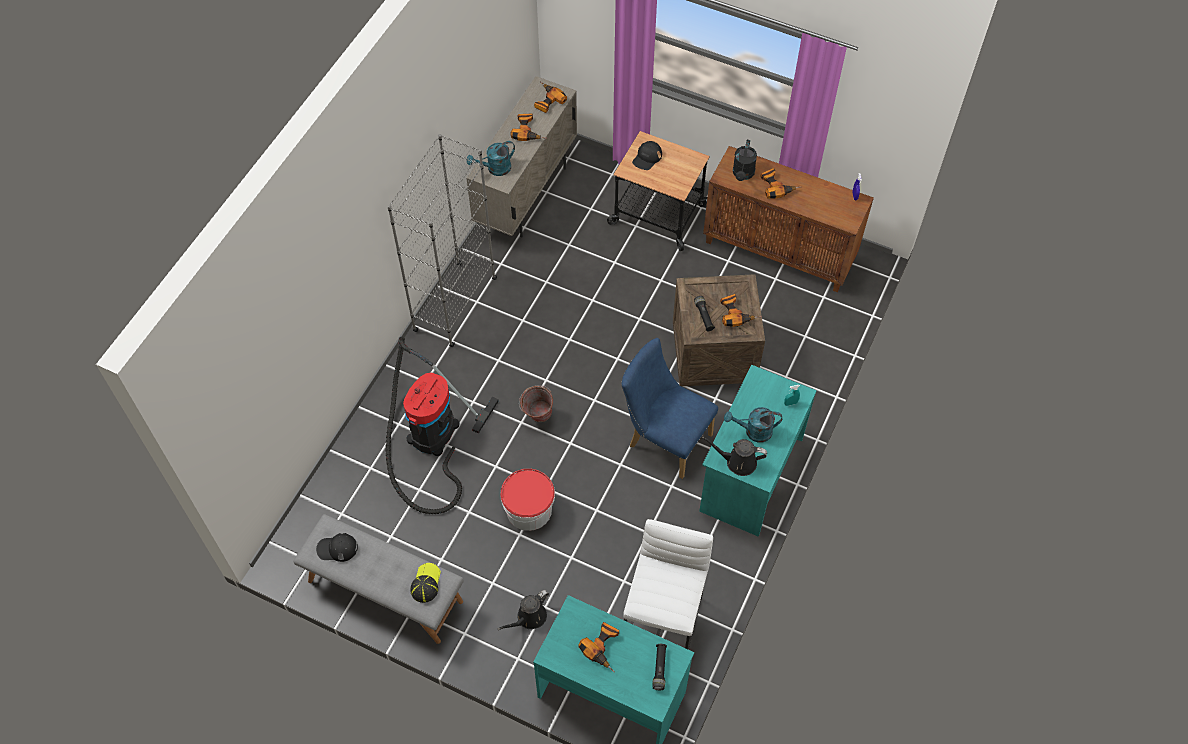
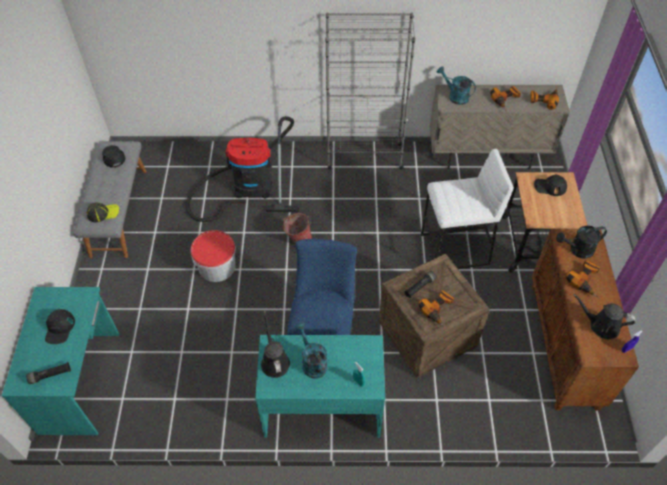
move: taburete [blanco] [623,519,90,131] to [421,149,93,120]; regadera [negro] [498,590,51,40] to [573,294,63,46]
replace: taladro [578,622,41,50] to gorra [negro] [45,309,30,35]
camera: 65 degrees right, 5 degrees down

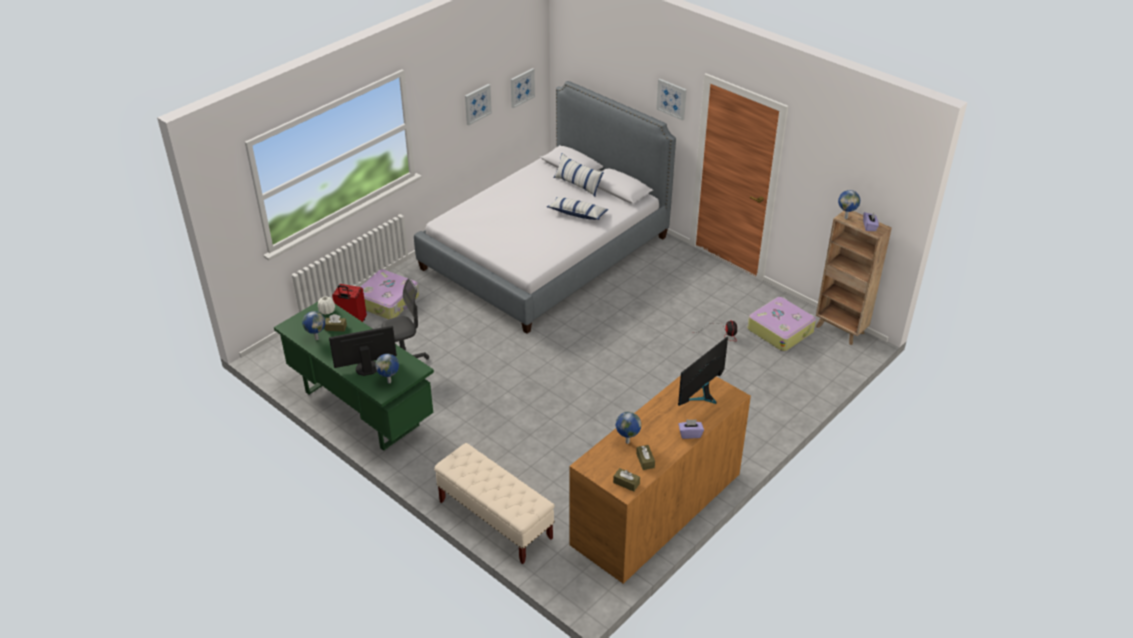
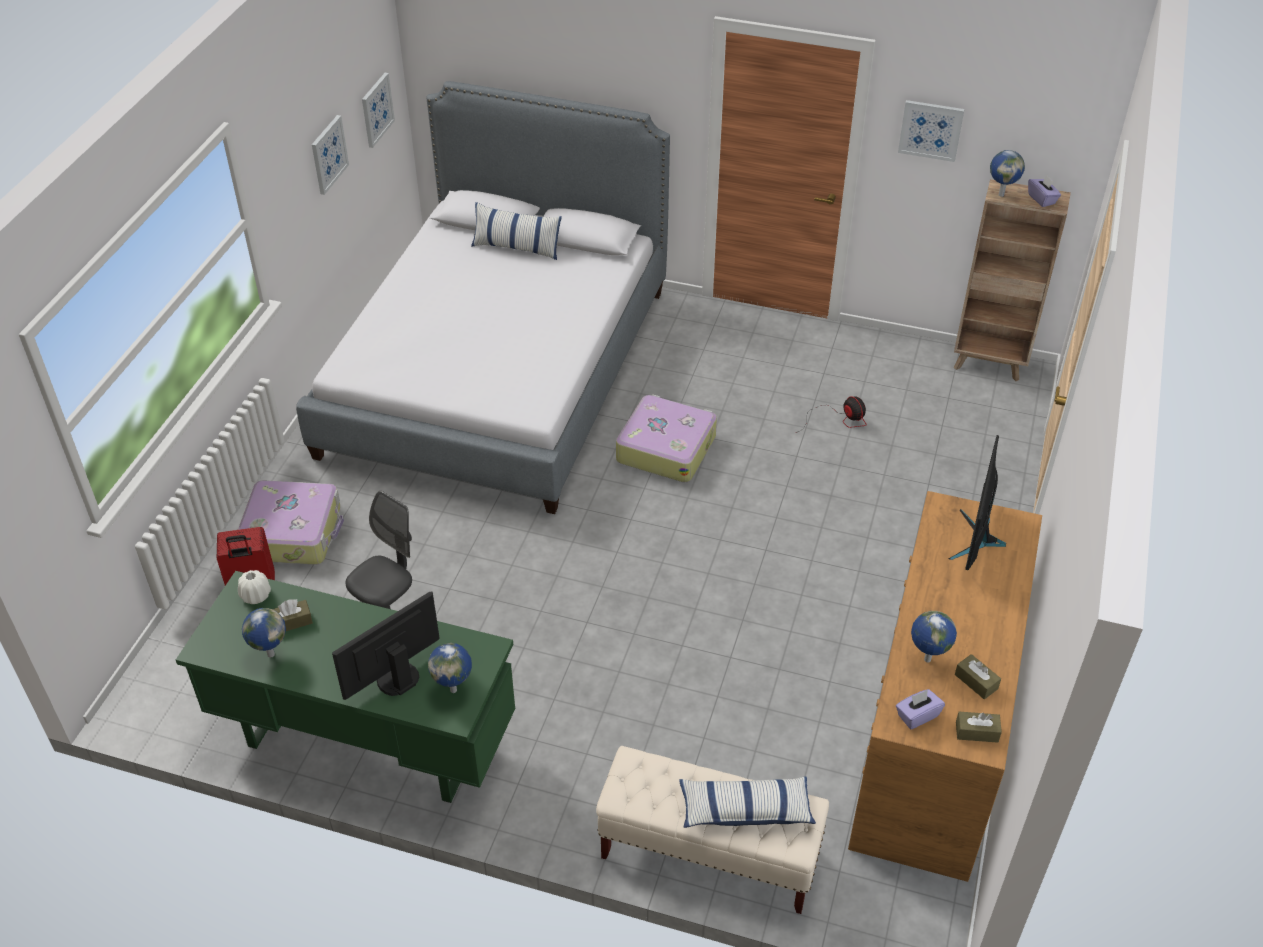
move: maleta [748,297,68,54] to [616,394,101,88]; cojín [547,197,61,23] to [679,777,137,51]; caja de pañuelos [morado] [678,419,26,20] to [896,689,49,40]; cuadro [656,79,31,42] to [898,100,66,62]
camera: 25 degrees left, 5 degrees up

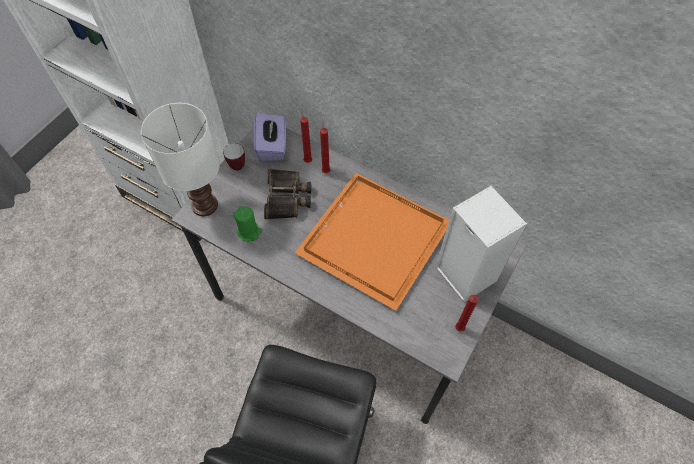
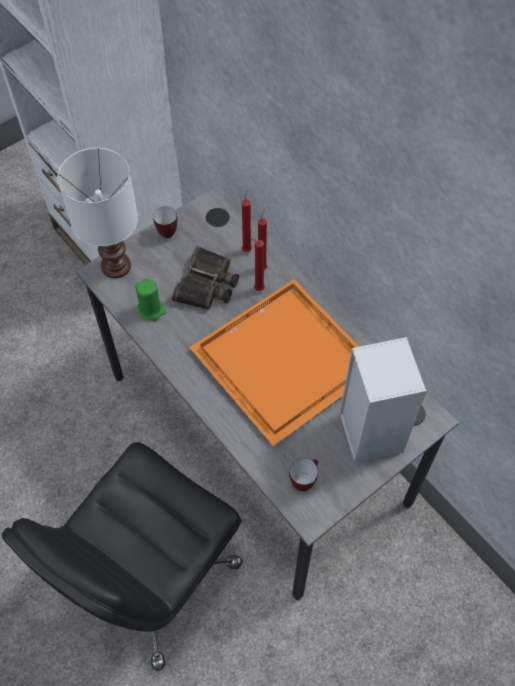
delete: caja de pañuelos [morado] [253,113,33,48]
insert: taza grande [289,458,29,33]
move: vela [rojo] [455,295,23,37] to [250,238,15,53]
camera: 20 degrees right, 0 degrees up

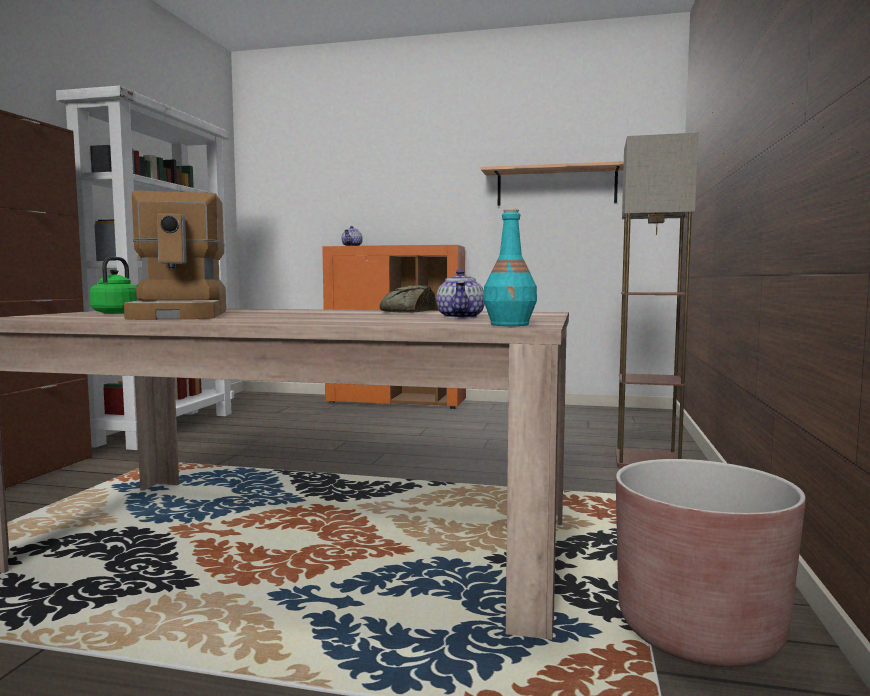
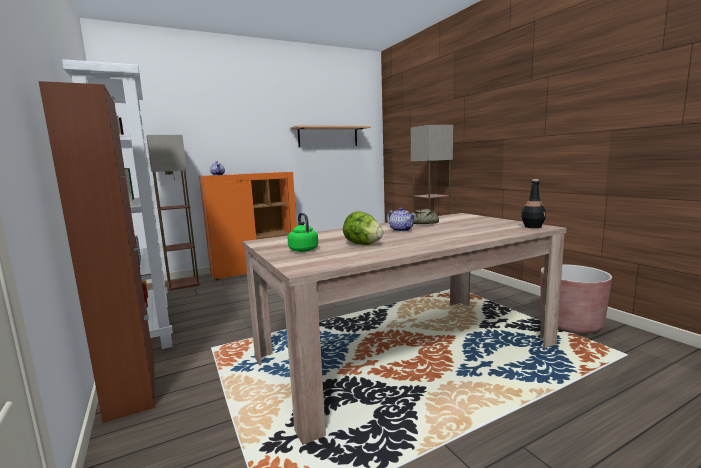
insert: lámpara de pie [146,135,54,156]
move: tetera [436,270,48,48] to [387,207,29,25]
replace: cafetera [124,191,102,129] to lechuga [343,211,40,34]
recolor: botella [turquesa] [483,208,54,118] to botella [negro] [521,179,25,49]
camera: 40 degrees left, 5 degrees up

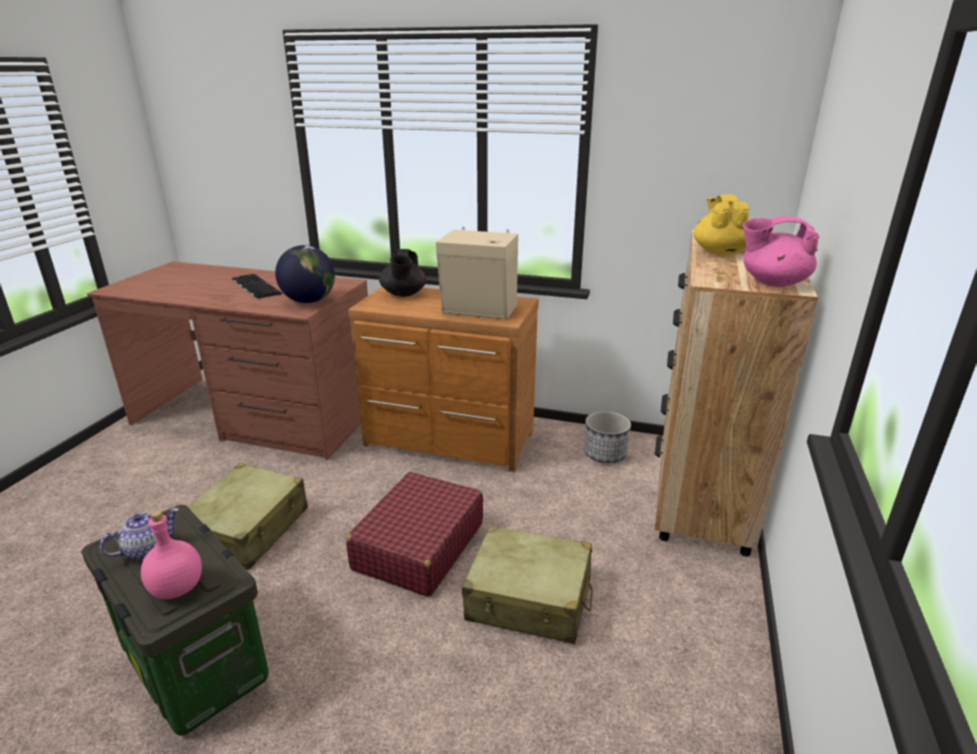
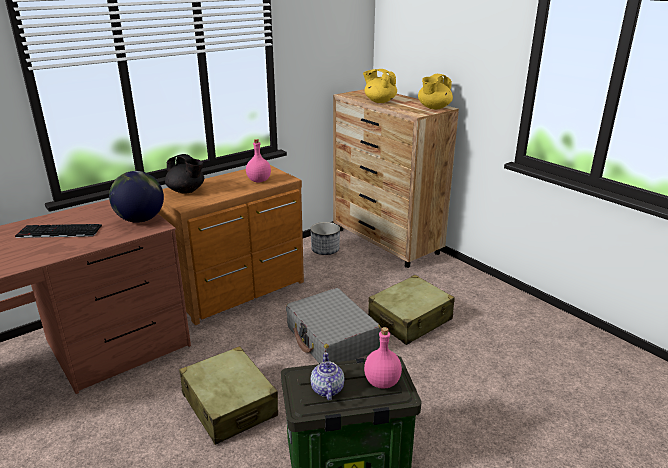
replace: altavoz [beis] [436,227,82,92] to botella [rosa] [246,139,25,43]
recolor: maleta [rojo] [346,472,137,125] to maleta [gris] [286,288,95,75]; tetera [rosa] [743,216,76,71] to tetera [amarillo] [418,74,35,35]
camera: 55 degrees left, 0 degrees up

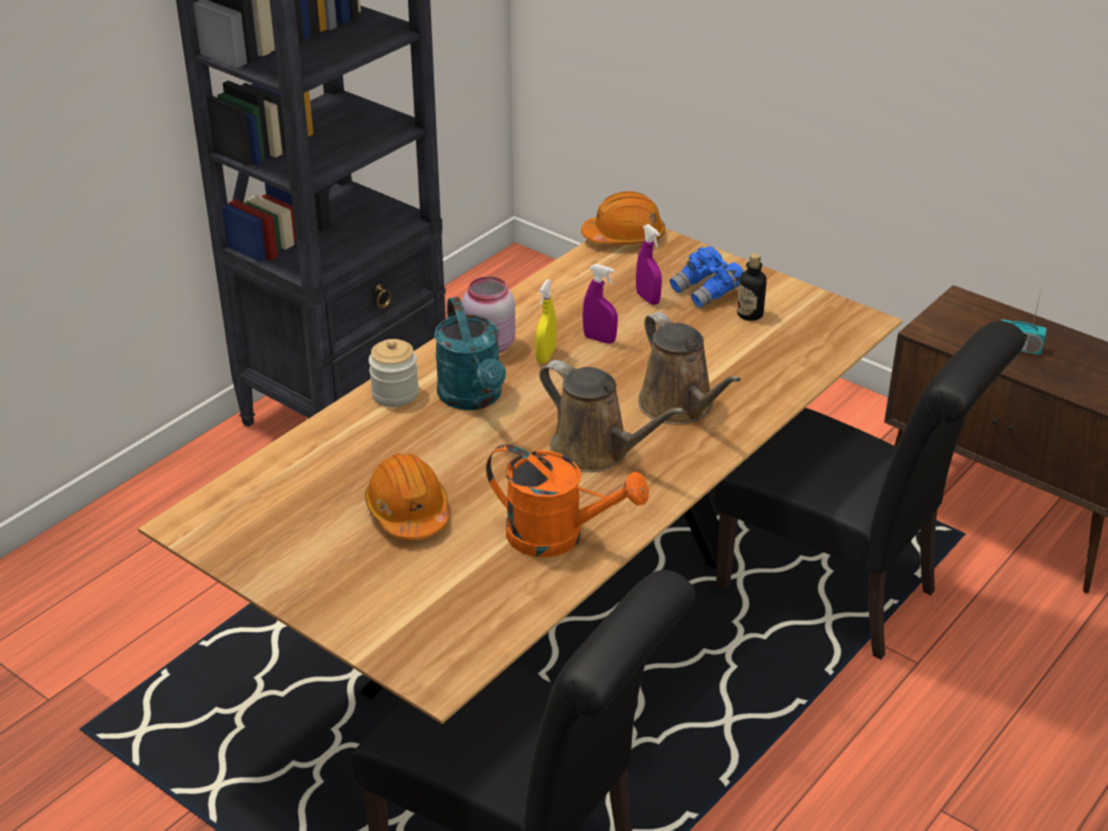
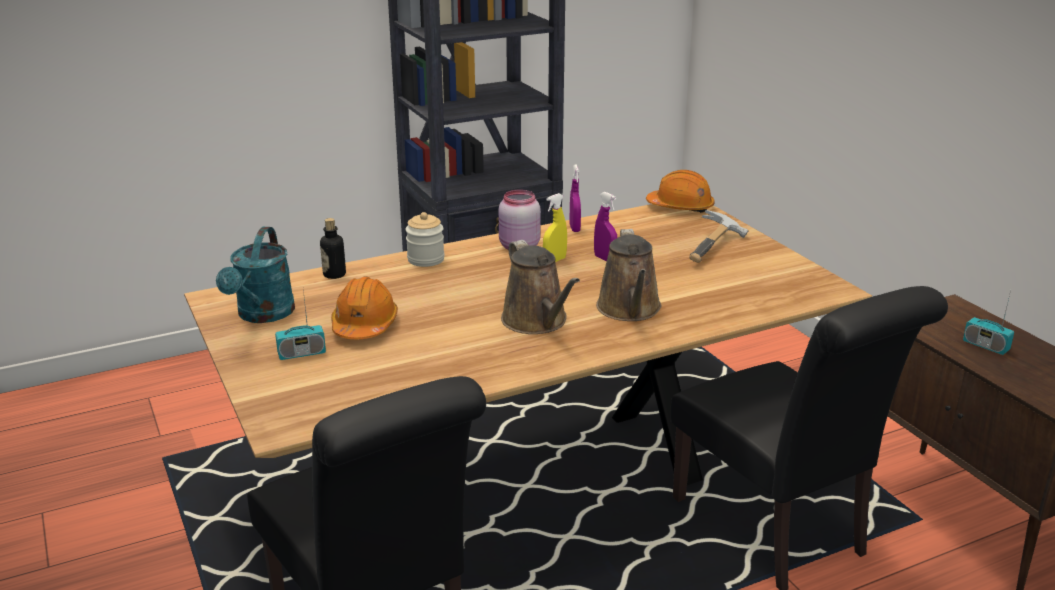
delete: regadera [naranja] [486,444,163,113]
insert: radio [275,290,51,70]
move: regadera [turquesa] [434,297,72,113] to [216,227,79,96]; botella [737,253,30,68] to [320,218,26,61]; pulverizador [morado] [636,224,26,81] to [569,165,12,67]
replace: prismáticos [azul] [670,246,73,62] to martillo [689,210,59,53]
camera: 25 degrees right, 10 degrees down

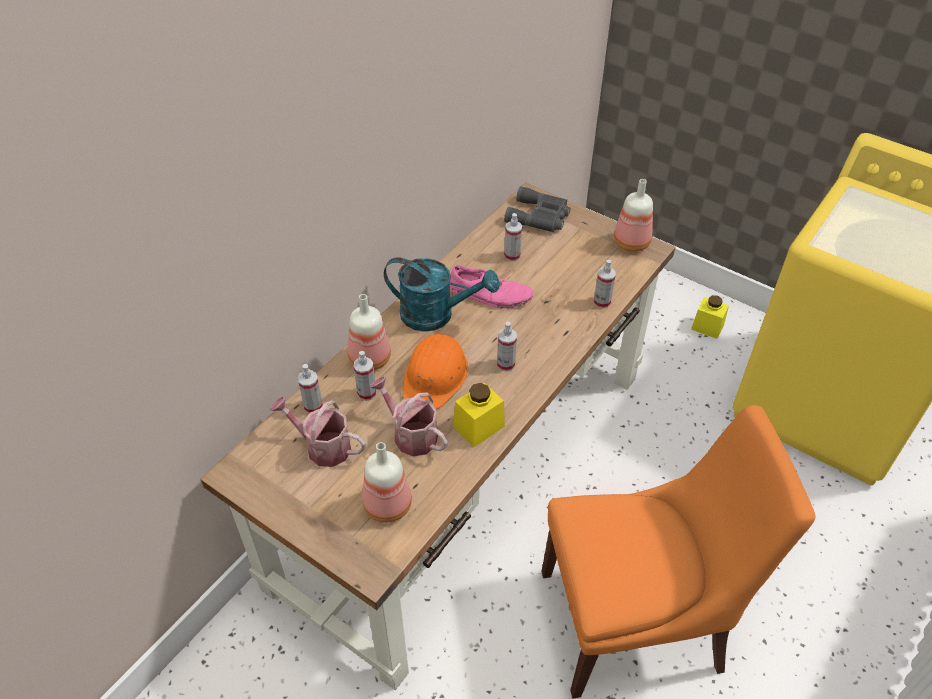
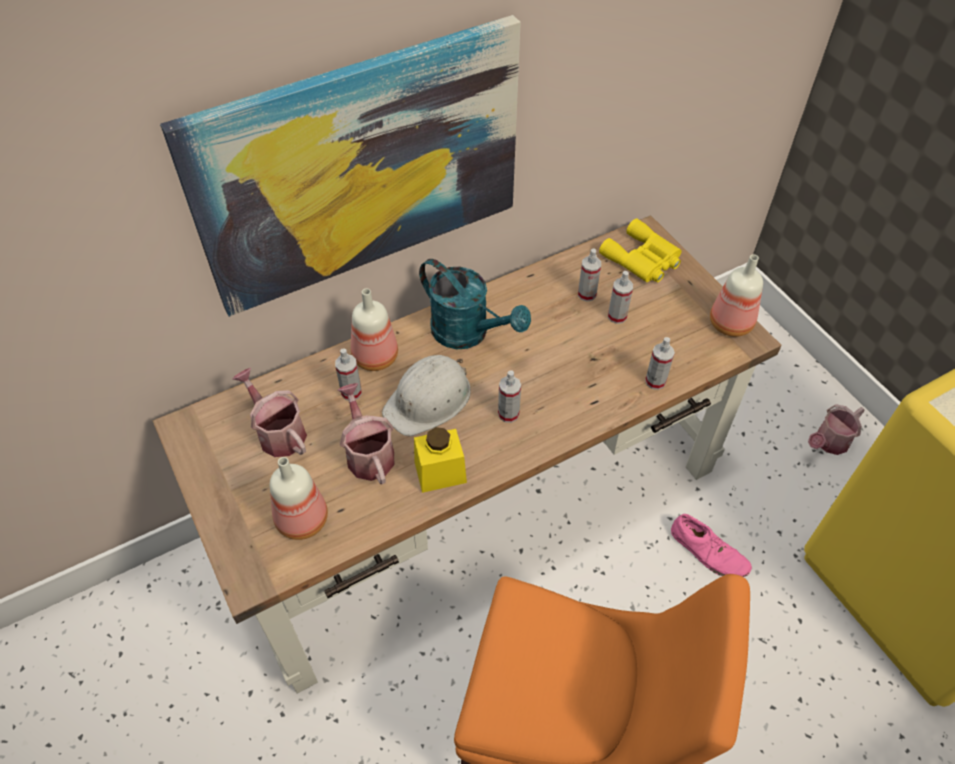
insert: cuadro [160,15,361,302]
move: pulverizador [297,364,26,49] to [608,271,25,53]; zapato [rosa] [449,265,85,44] to [671,514,81,63]
replace: tarro [amarillo] [691,295,38,44] to regadera [808,404,56,51]
recolor: casco [naranja] [403,334,65,75] to casco [blanco] [382,355,89,81]; prismáticos [gris] [504,186,66,46] to prismáticos [amarillo] [599,218,83,64]
camera: 25 degrees right, 5 degrees up

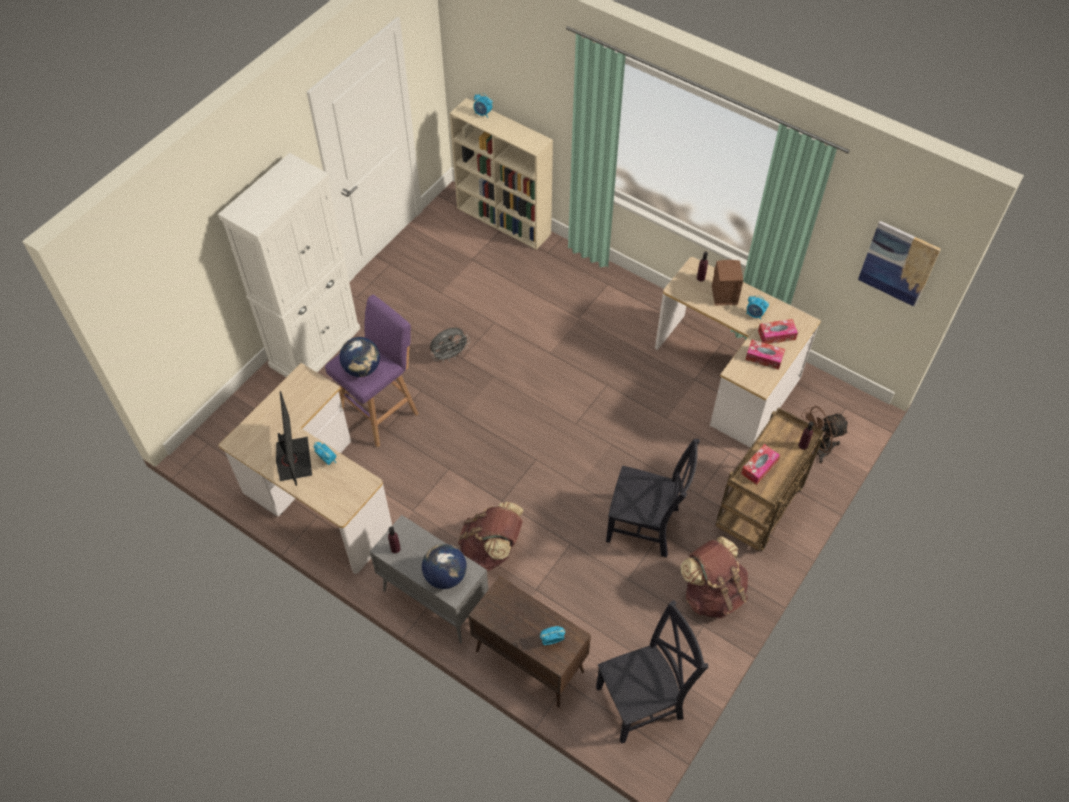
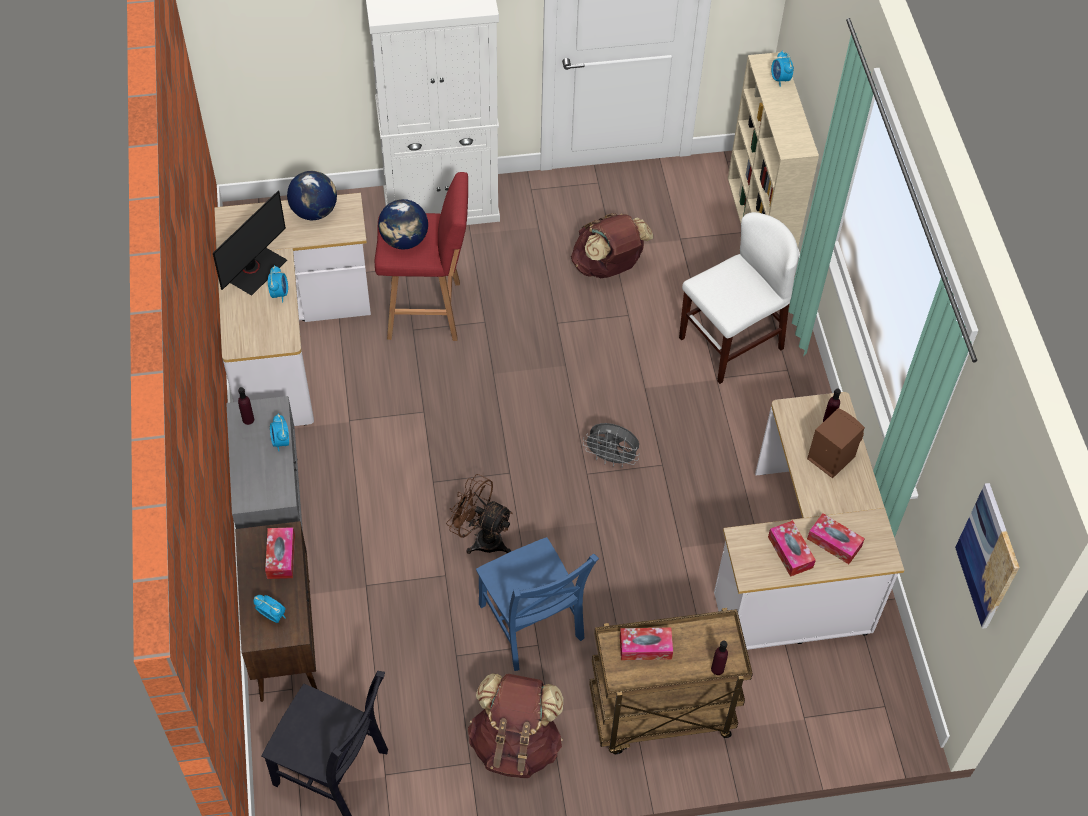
insert: caja de pañuelos [265,527,30,52]; silla [blanco] [679,212,119,172]
move: despertador [746,295,23,25] to [270,414,19,37]; globo terráqueo [422,544,45,45] to [287,171,50,49]; ventilador [marrón] [801,406,48,57] to [446,474,67,80]; mochila [marrón] [458,502,66,69] to [571,213,83,65]; ventilador [gris] [430,328,40,35] to [583,423,57,44]
recolor: taburete [morado] [325,295,94,152] to taburete [rojo] [375,172,93,169]; silla [negro] [606,439,94,119] to silla [azul] [476,537,123,134]
camera: 45 degrees right, 0 degrees up

